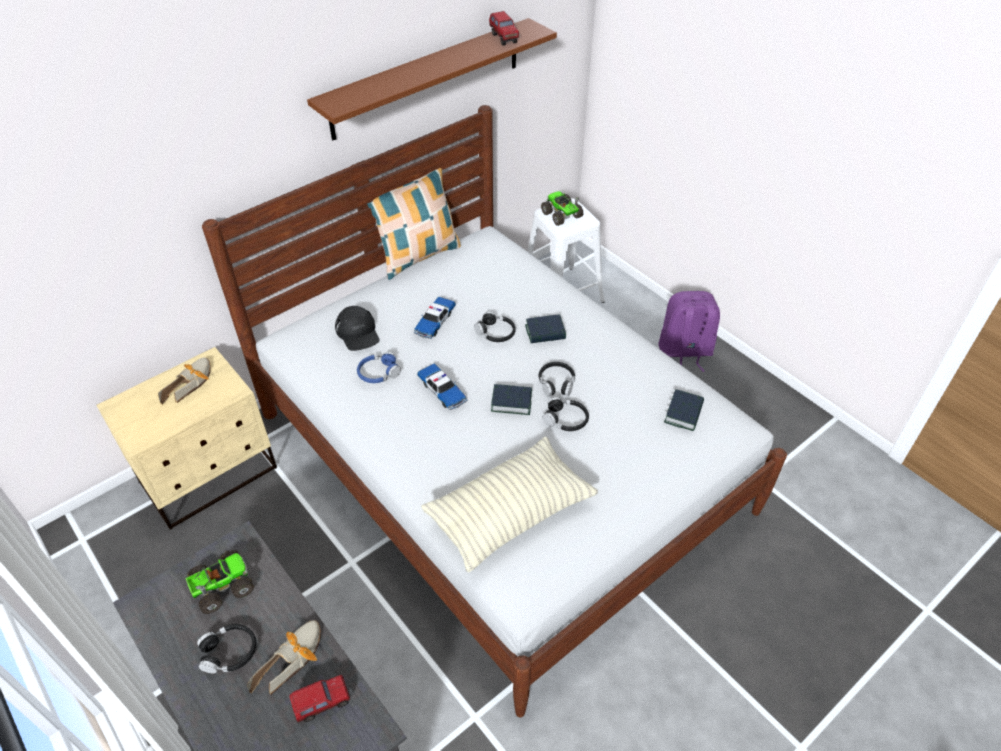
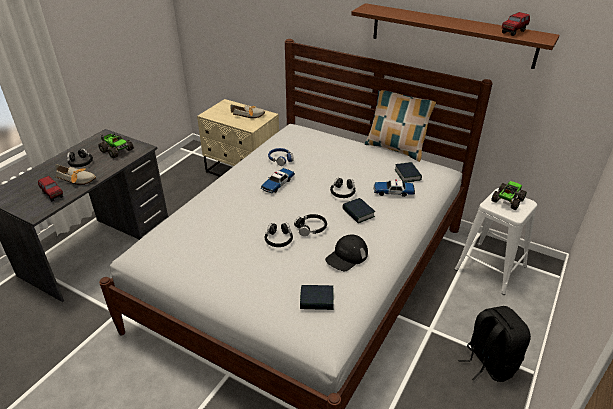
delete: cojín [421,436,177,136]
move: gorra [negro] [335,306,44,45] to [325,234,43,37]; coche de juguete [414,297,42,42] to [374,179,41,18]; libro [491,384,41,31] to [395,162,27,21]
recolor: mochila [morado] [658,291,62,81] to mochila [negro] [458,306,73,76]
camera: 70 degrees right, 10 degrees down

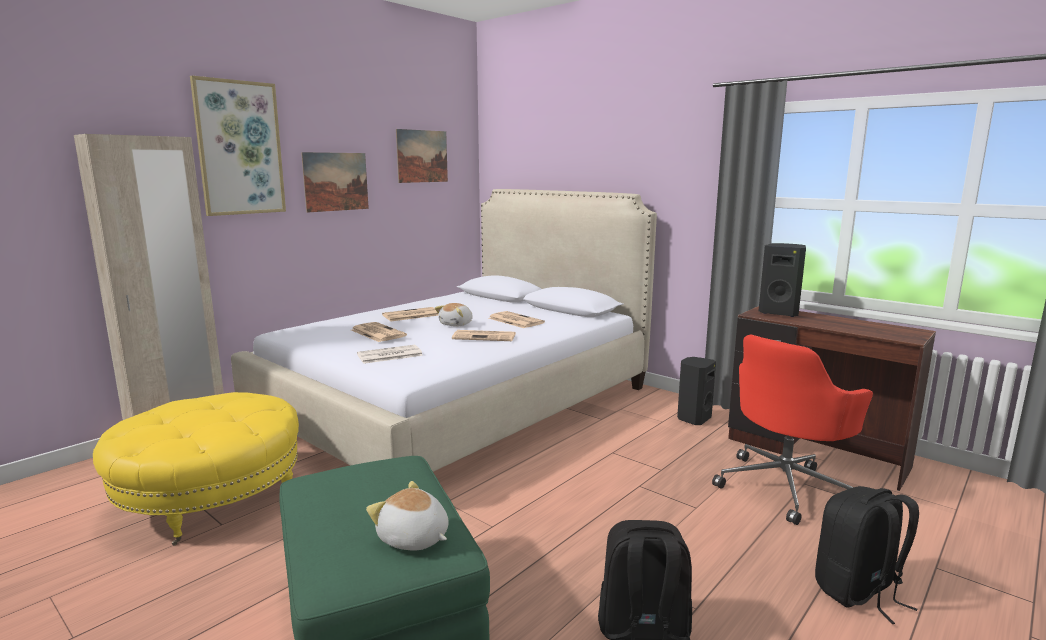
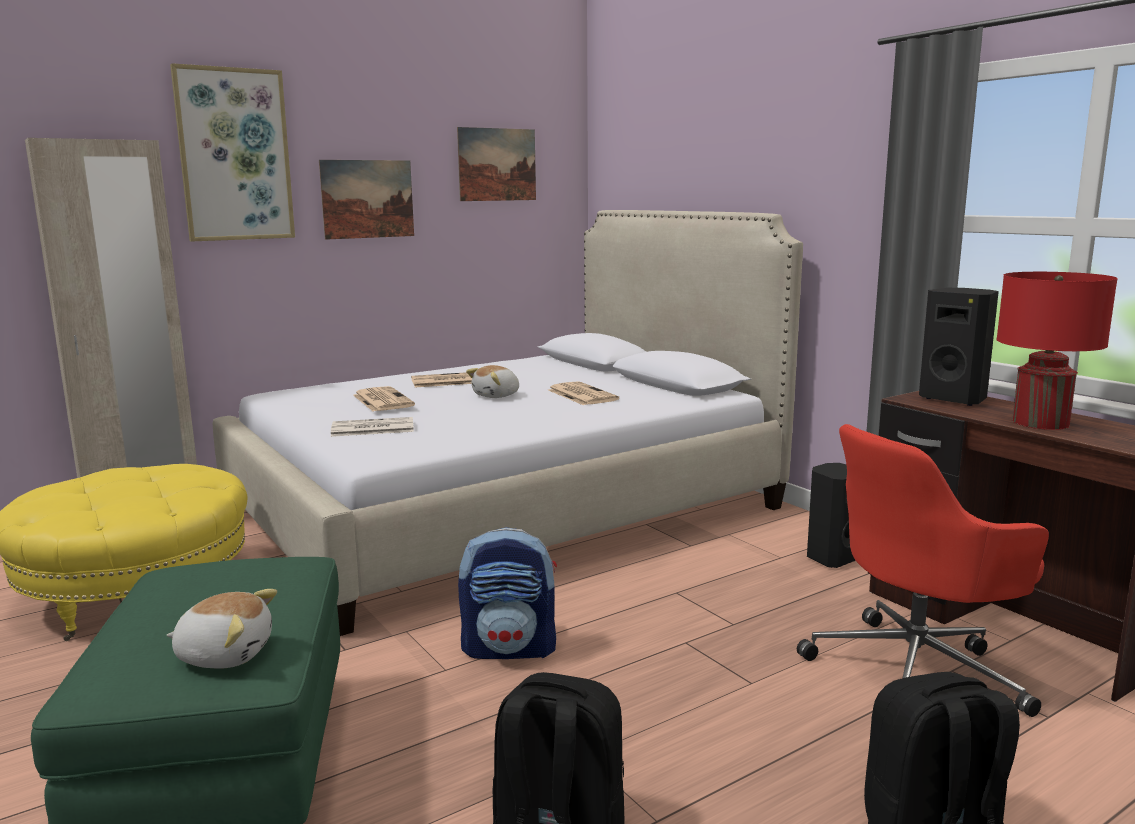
delete: periódico [452,330,63,11]
insert: mochila [458,527,99,132]; lámpara de mesa [rojo] [996,272,122,158]
rotate: peluche [366,481,83,70] = [166,589,111,80] 135 degrees clockwise
camera: 15 degrees right, 0 degrees up

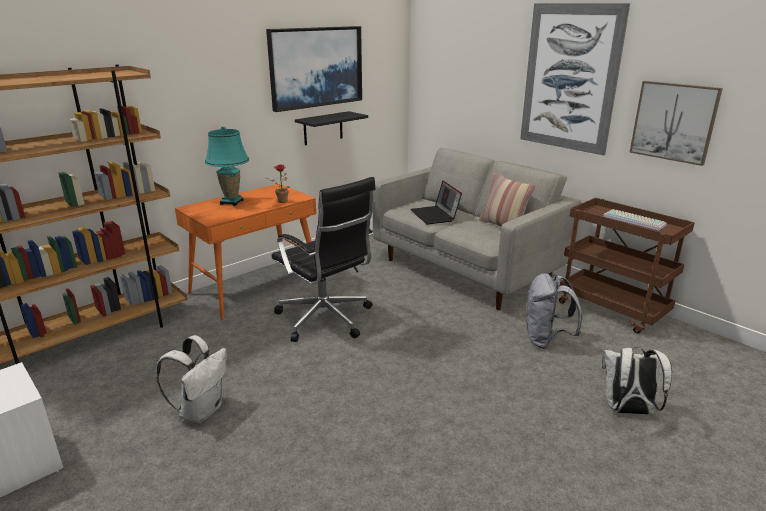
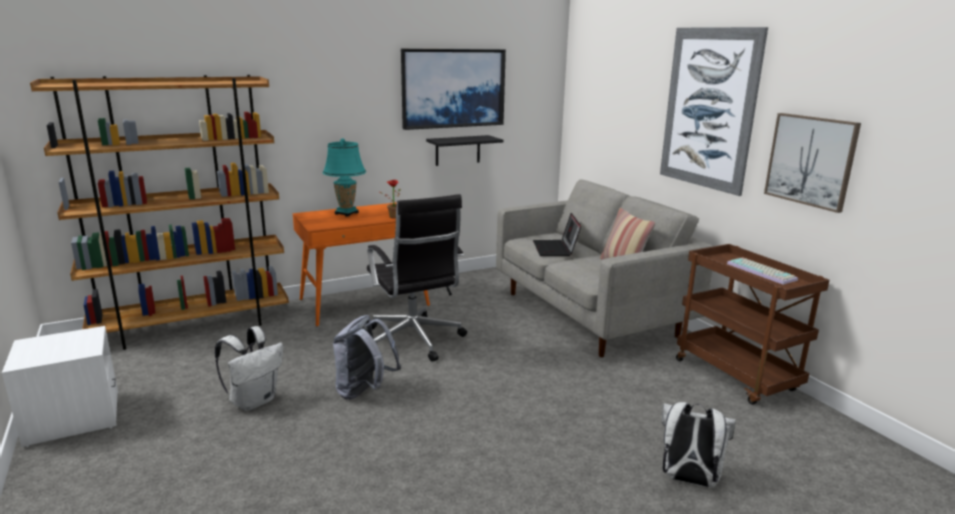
move: mochila [gris] [525,273,57,76] to [333,315,68,85]
camera: 15 degrees right, 5 degrees down

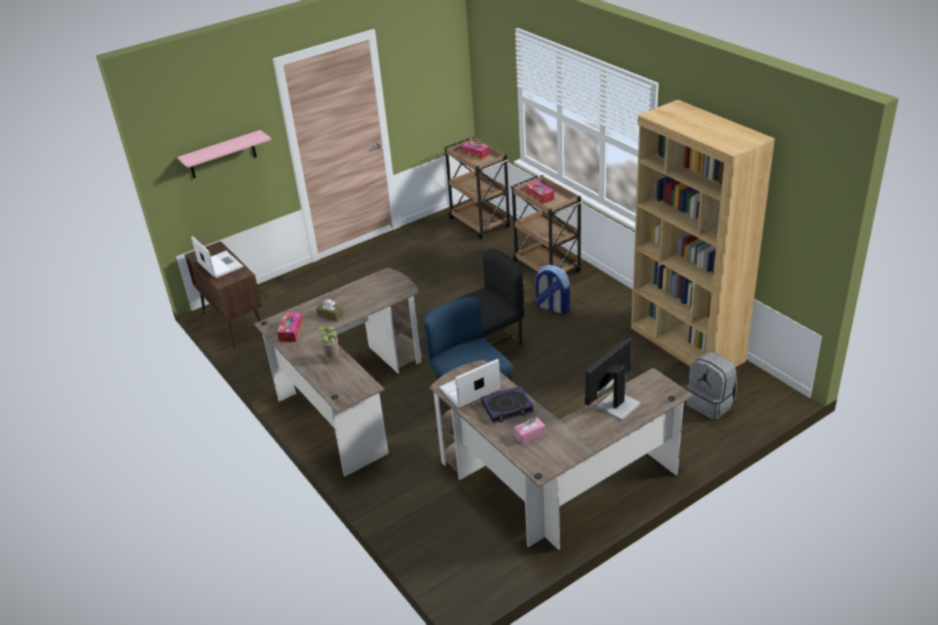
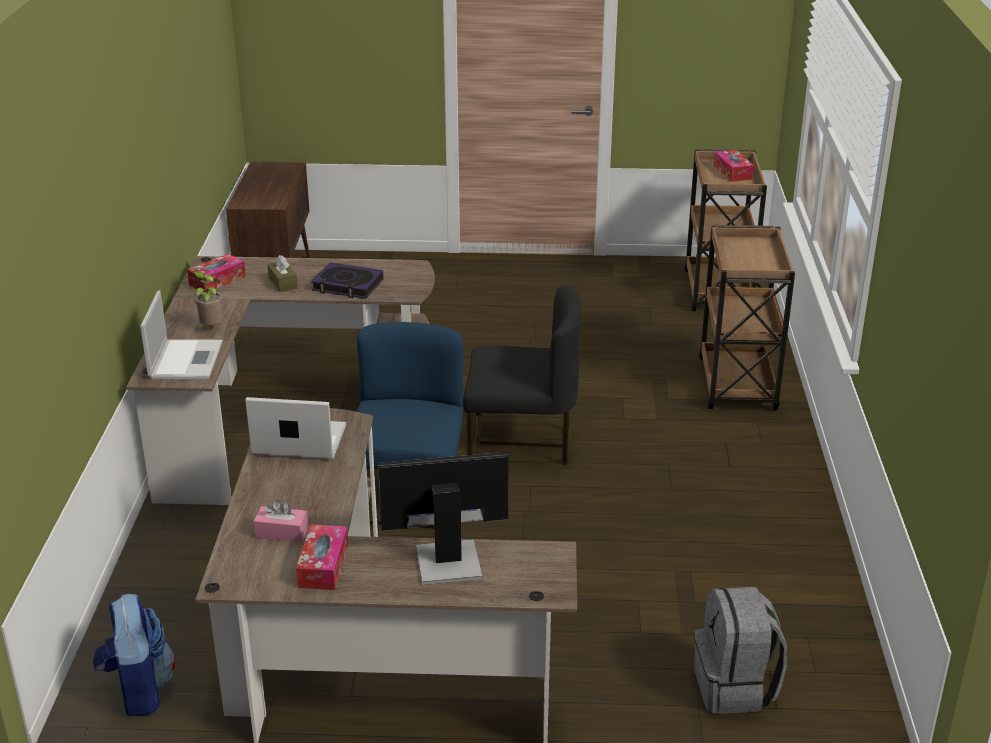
delete: estante [rosa] [178,130,93,48]; estantería [marrón] [631,100,144,267]
move: mochila [534,265,36,50] to [93,594,82,123]; portátil [191,236,52,42] to [140,290,83,89]; caja de pañuelos [525,181,29,23] to [296,524,52,66]; libro [481,386,53,37] to [311,262,72,37]
camera: 35 degrees right, 5 degrees down

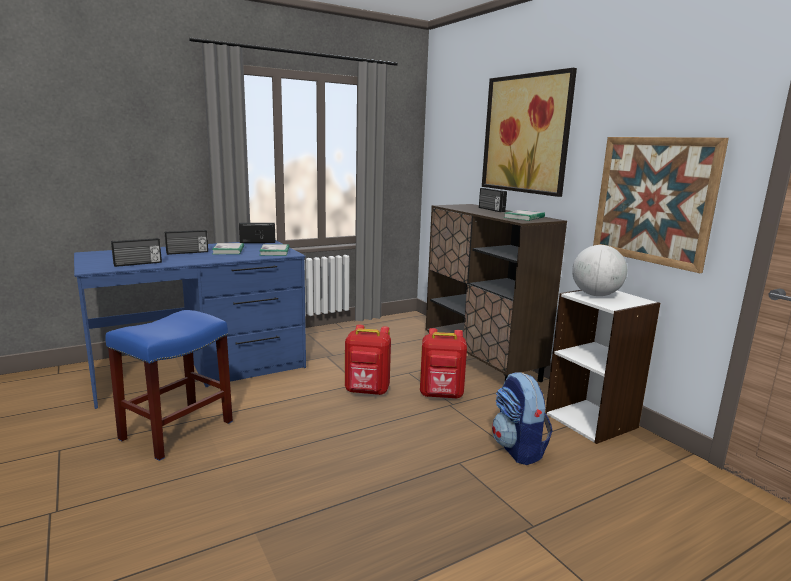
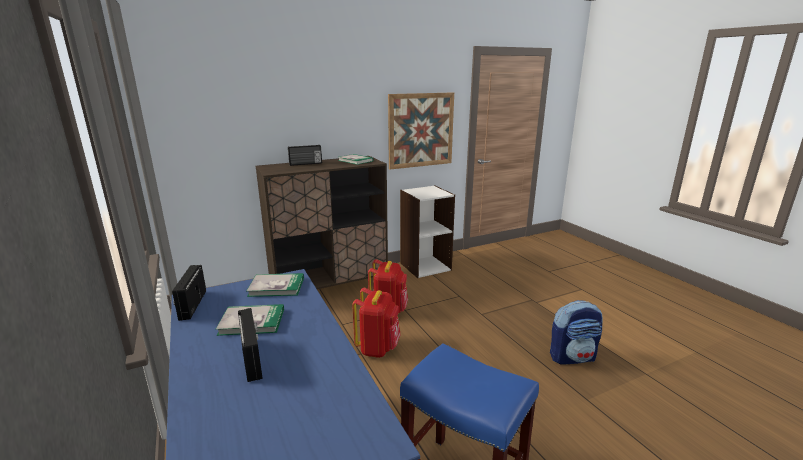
delete: radio [111,238,51,29]; cuadro [482,68,95,129]; globo terráqueo [572,245,55,51]
move: mochila [492,372,61,93] to [550,300,53,65]
camera: 85 degrees left, 5 degrees up

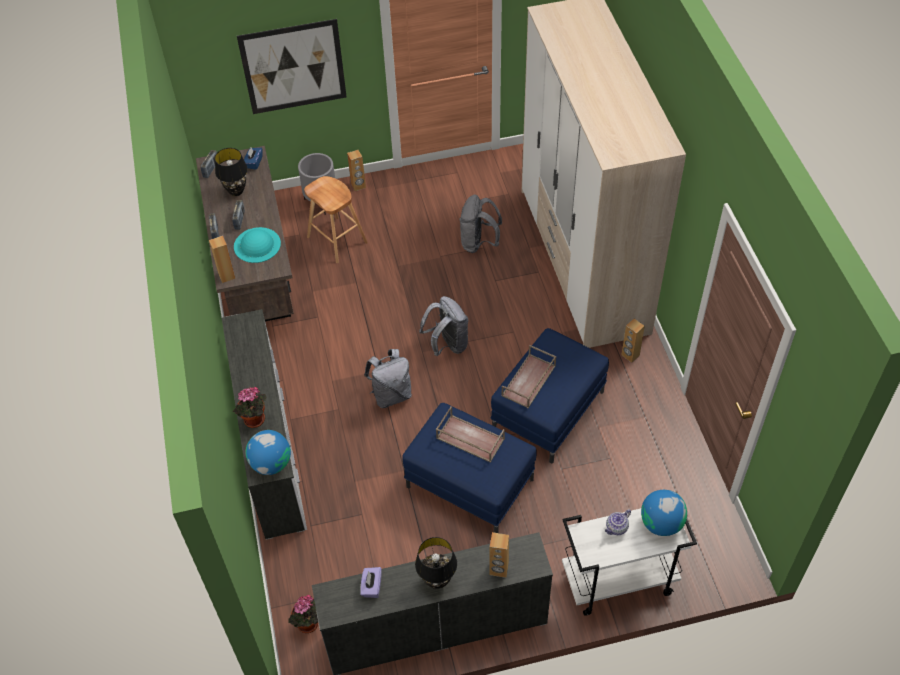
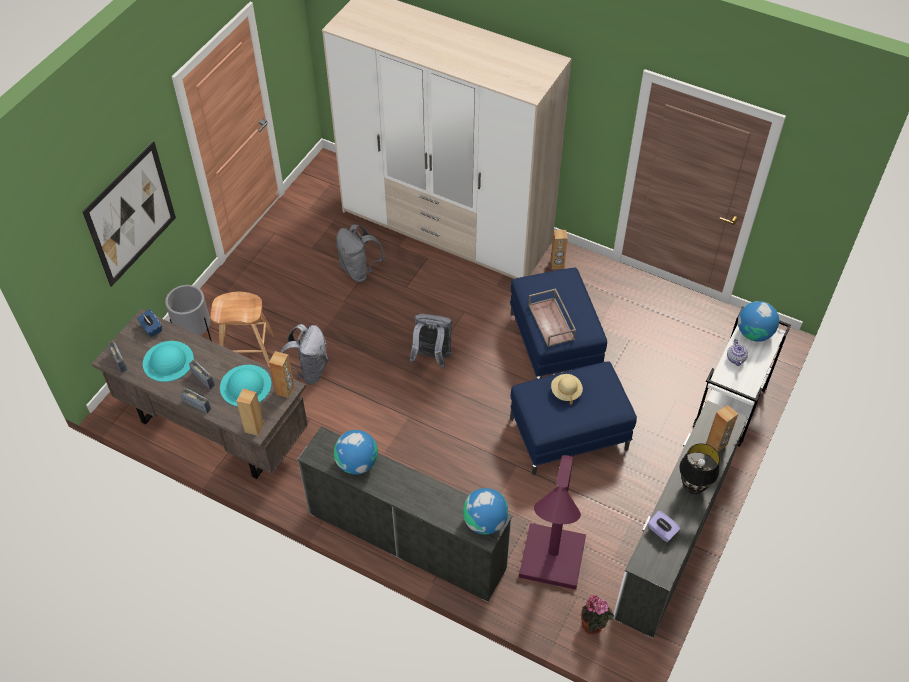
delete: planta en maceta [233,387,34,41]
insert: globo terráqueo [334,430,44,44]; lámpara de pie [morado] [519,455,67,135]
move: altavoz [marrón] [347,150,19,41] to [269,351,26,47]; mochila [gris] [364,349,48,59] to [281,324,47,60]
replace: lámpara de mesa [negro] [215,148,33,48] to sombrero [turquesa] [143,341,51,41]; bandeja [marrón] [436,406,69,57] to sombrero [beis] [551,374,32,31]
camera: 50 degrees left, 0 degrees up

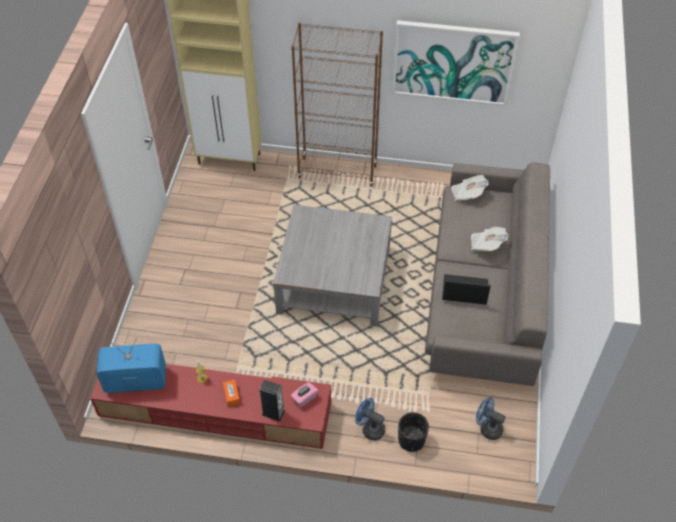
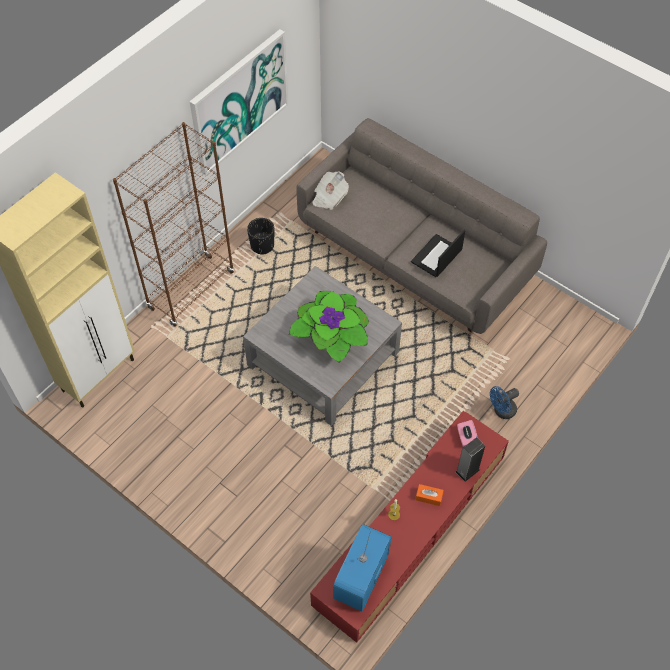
delete: periódico [471,227,37,24]; ventilador [azul] [476,397,30,43]
insert: planta en maceta [289,291,80,71]
move: maceta [negro] [398,412,31,40] to [247,218,27,37]
camera: 60 degrees left, 5 degrees up

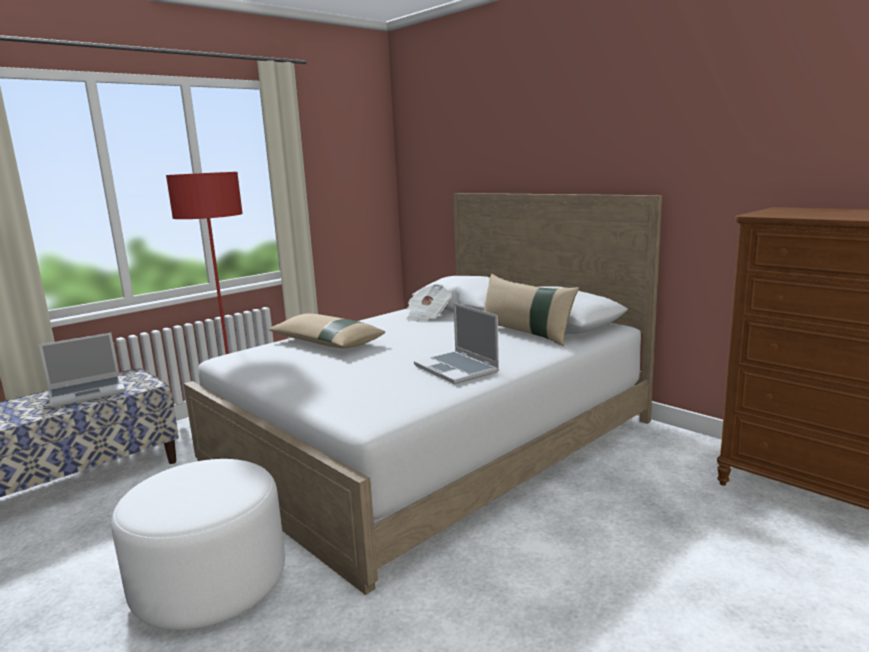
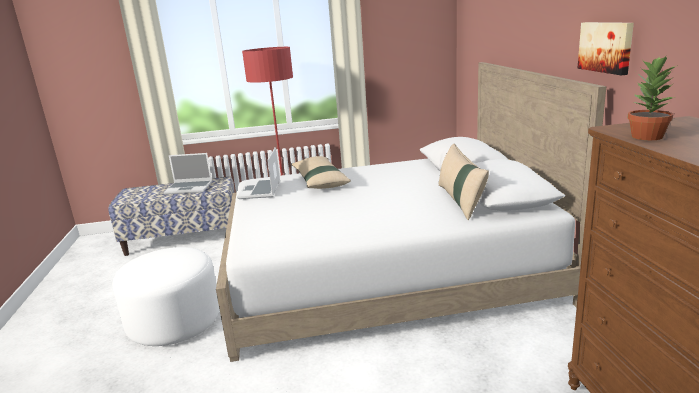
delete: periódico [407,284,45,37]
insert: cuadro [577,22,57,53]; planta en maceta [627,56,51,84]
move: portátil [414,303,85,81] to [237,147,43,52]
camera: 35 degrees right, 5 degrees up

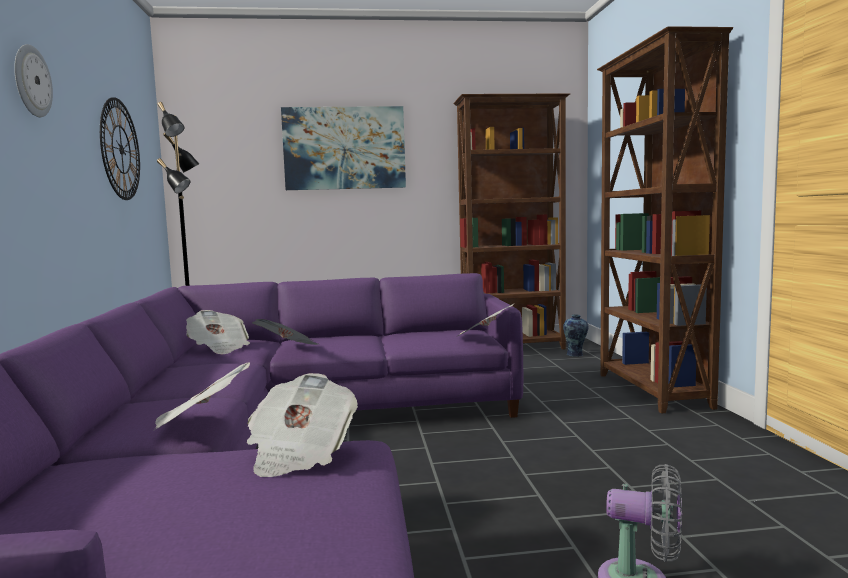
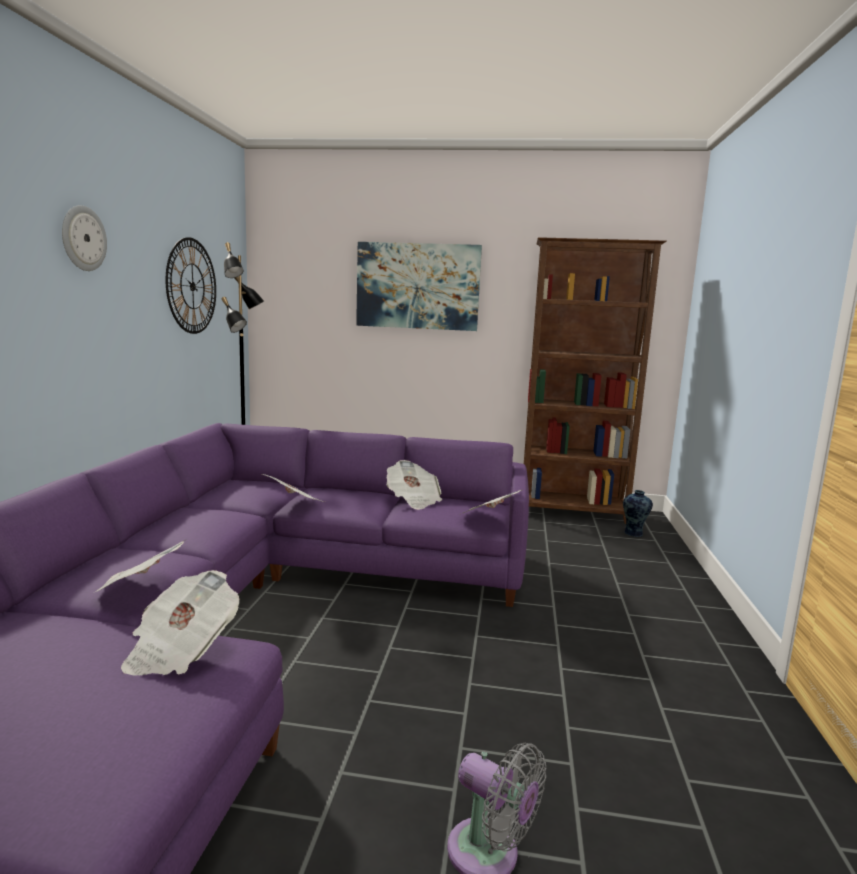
delete: estantería [marrón] [597,26,136,388]
move: periódico [186,310,64,44] to [387,460,55,50]
camera: 15 degrees right, 5 degrees up

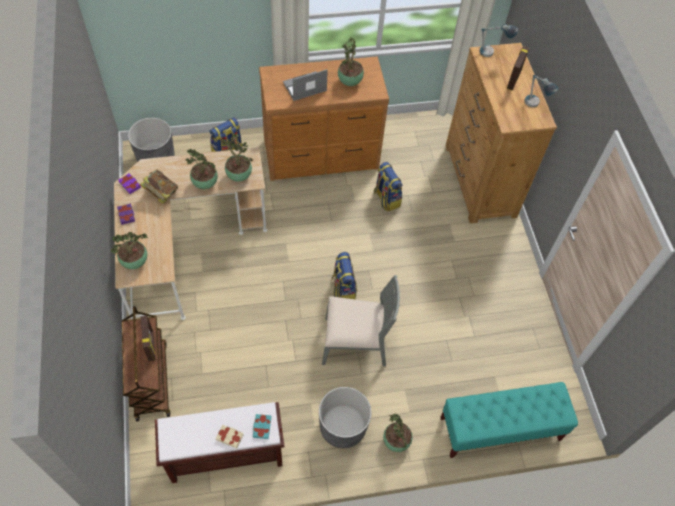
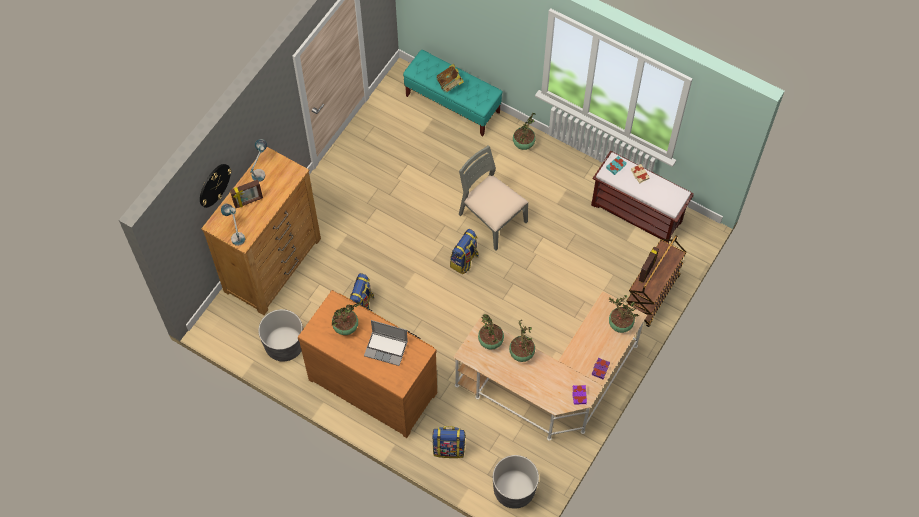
insert: reloj de pared [200,164,32,44]
move: maceta [gris] [319,387,52,61] to [258,309,45,53]; libro [140,169,38,35] to [437,64,27,28]
camera: 135 degrees left, 5 degrees up

